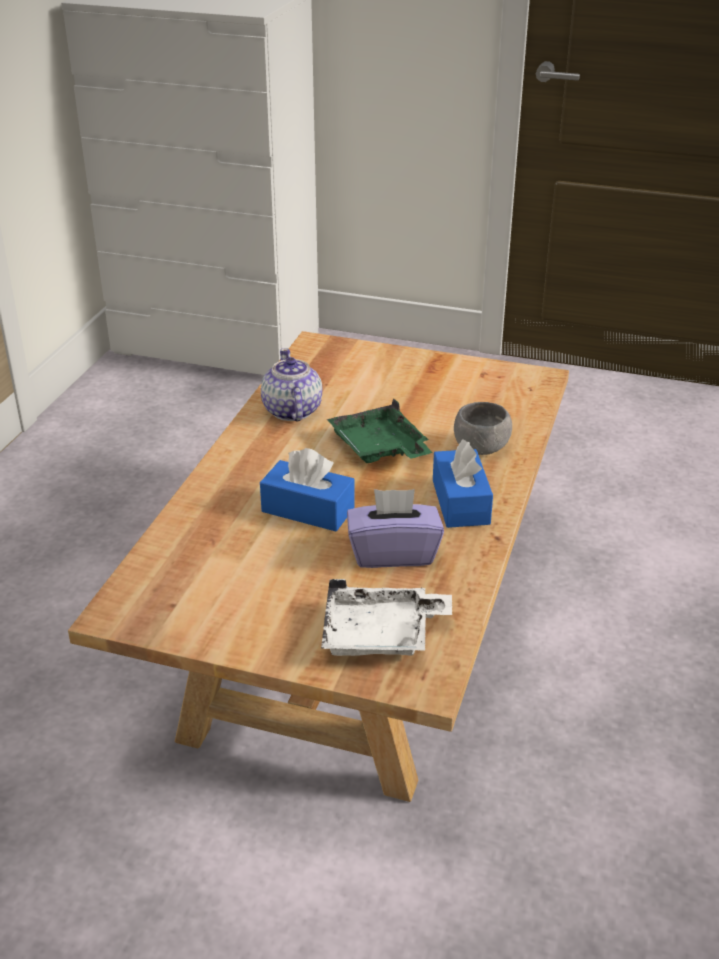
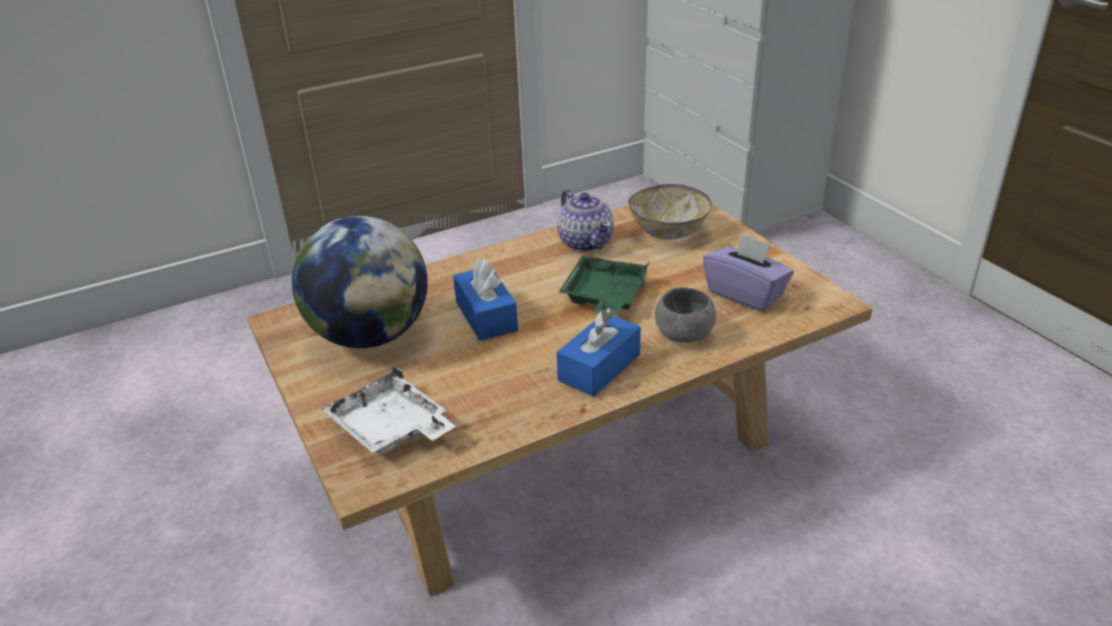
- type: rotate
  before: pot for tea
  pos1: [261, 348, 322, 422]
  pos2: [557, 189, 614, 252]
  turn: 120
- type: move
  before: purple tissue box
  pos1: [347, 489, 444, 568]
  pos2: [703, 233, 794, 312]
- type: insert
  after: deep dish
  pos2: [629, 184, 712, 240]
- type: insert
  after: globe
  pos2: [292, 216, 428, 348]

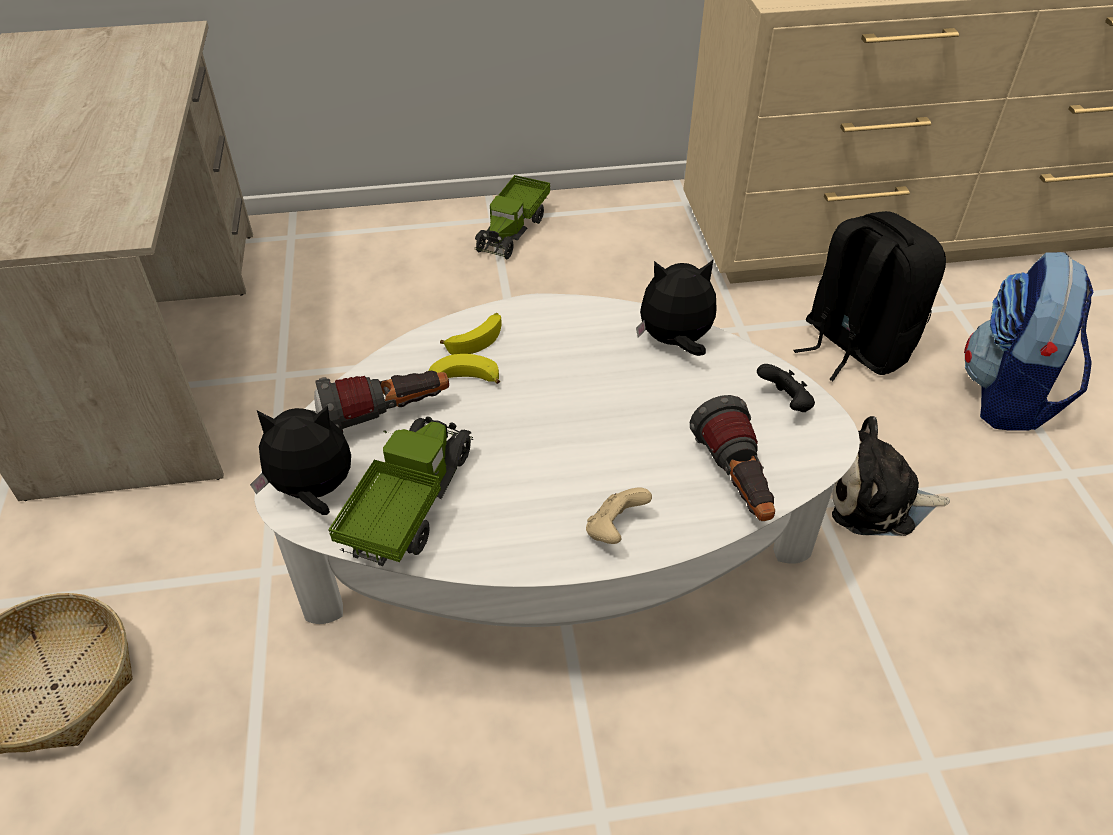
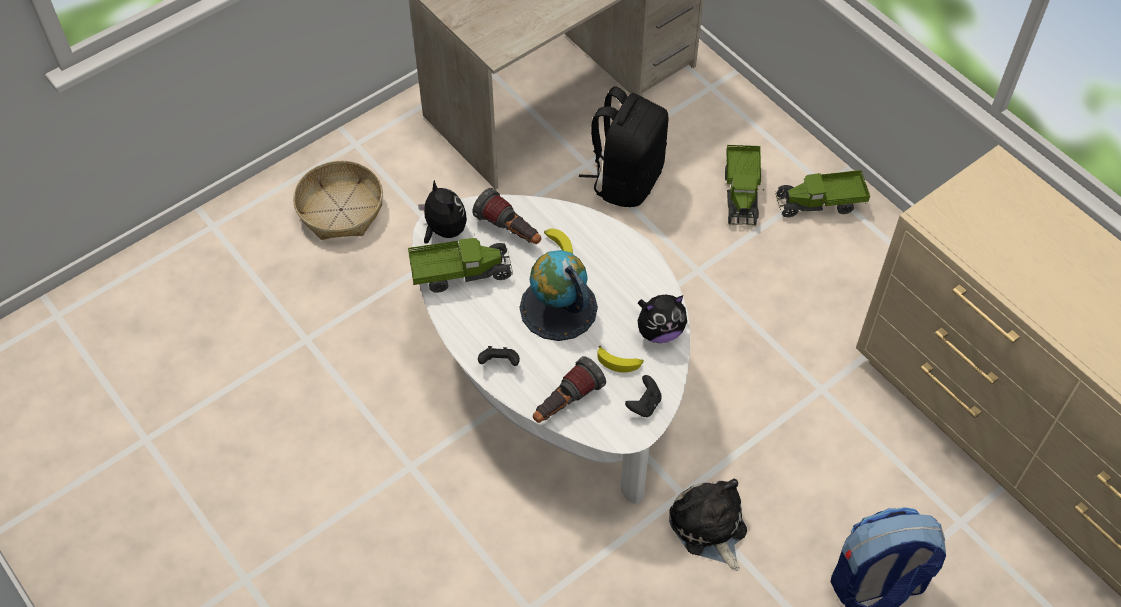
- type: move
  before: black knapsack
  pos1: [793, 211, 946, 381]
  pos2: [579, 87, 669, 207]
- type: rotate
  before: cuddly toy
  pos1: [636, 260, 717, 356]
  pos2: [637, 295, 687, 343]
  turn: 105
- type: move
  before: banana
  pos1: [440, 313, 502, 355]
  pos2: [597, 346, 644, 373]
- type: recolor
  before: beige-coloured gamepad
  after: black gamepad
  pos1: [586, 487, 652, 544]
  pos2: [478, 346, 520, 366]
- type: insert
  after: model truck
  pos2: [725, 145, 764, 226]
- type: insert
  after: globe
  pos2: [520, 250, 598, 341]

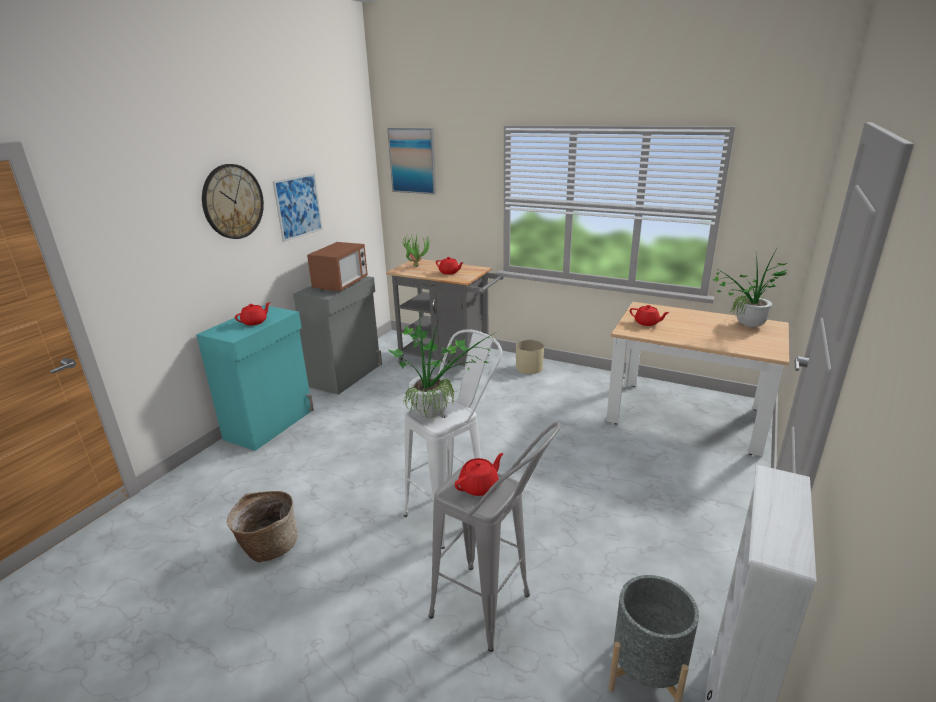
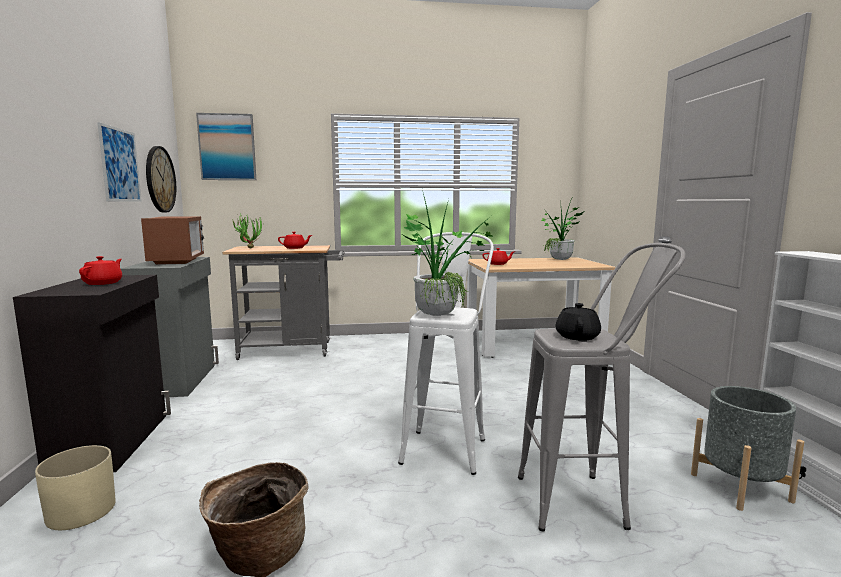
- type: move
  before: hanging clock
  pos1: [202, 164, 264, 239]
  pos2: [146, 146, 176, 213]
- type: recolor
  before: blue-green cupboard
  after: black cupboard
  pos1: [196, 305, 314, 451]
  pos2: [13, 275, 171, 472]
- type: move
  before: beige-coloured flower pot
  pos1: [516, 340, 544, 374]
  pos2: [35, 445, 116, 530]
- type: recolor
  before: red-coloured pot for tea
  after: black pot for tea
  pos1: [455, 453, 503, 496]
  pos2: [556, 303, 601, 341]

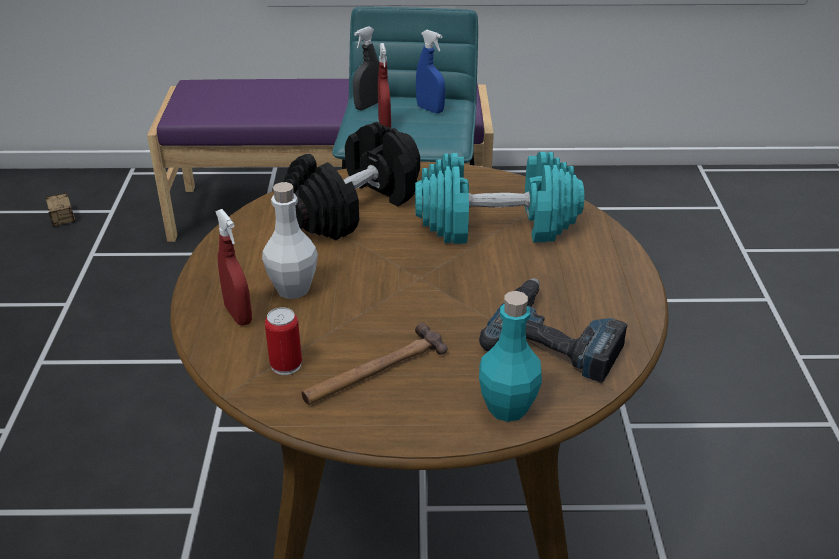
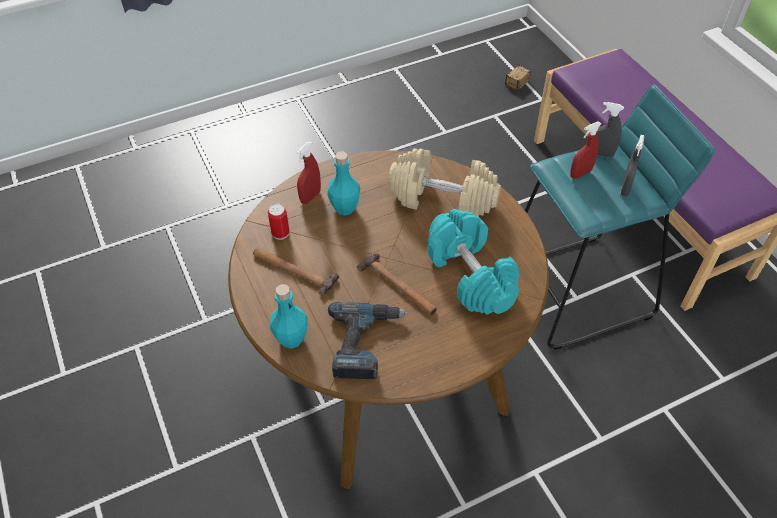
- type: recolor
  before: blue spray bottle
  after: grey spray bottle
  pos1: [416, 30, 445, 114]
  pos2: [620, 135, 644, 196]
- type: recolor
  before: black free weight
  after: beige-coloured free weight
  pos1: [283, 122, 420, 240]
  pos2: [388, 149, 501, 217]
- type: recolor
  before: white bottle
  after: blue-green bottle
  pos1: [262, 182, 318, 299]
  pos2: [327, 151, 360, 216]
- type: insert
  after: hammer
  pos2: [357, 253, 437, 315]

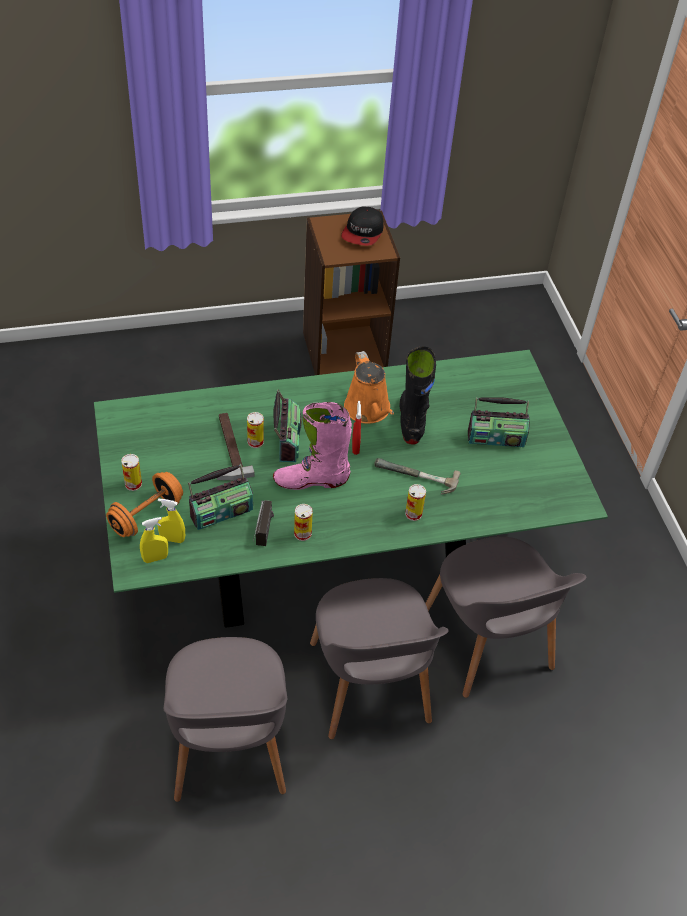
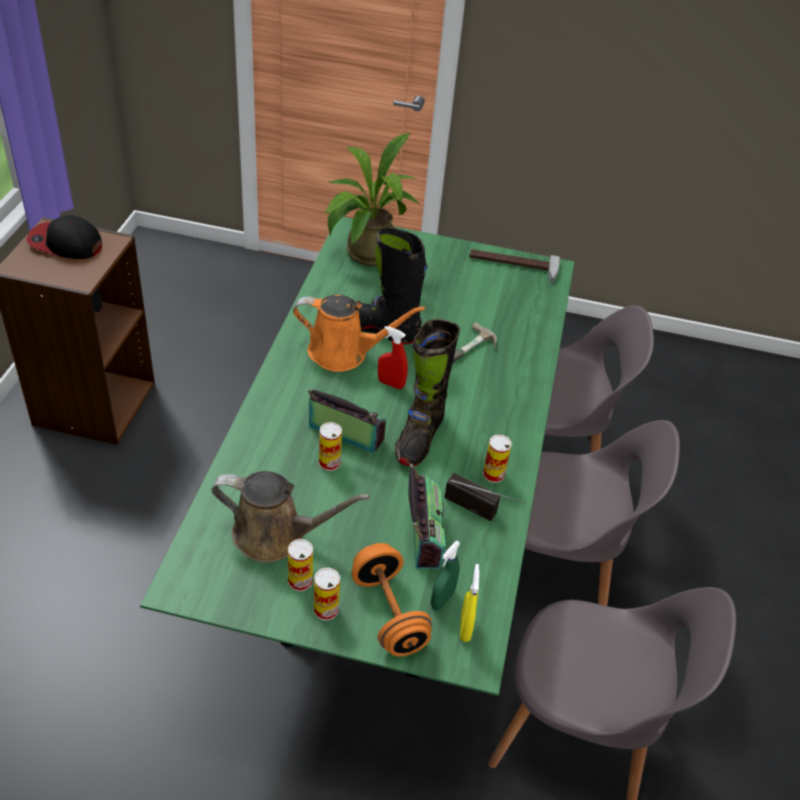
- type: rotate
  before: cap
  pos1: [341, 206, 384, 246]
  pos2: [26, 215, 102, 259]
  turn: 150
- type: delete
  before: radio
  pos1: [468, 397, 530, 447]
- type: recolor
  before: pinkish tall boot
  after: black tall boot
  pos1: [273, 402, 352, 490]
  pos2: [395, 319, 460, 466]
- type: move
  before: hammer
  pos1: [217, 413, 255, 480]
  pos2: [469, 249, 560, 284]
- type: move
  before: metal can
  pos1: [405, 484, 426, 521]
  pos2: [288, 539, 313, 591]
- type: recolor
  before: yellowish spray bottle
  after: green-coloured spray bottle
  pos1: [157, 498, 185, 543]
  pos2: [431, 541, 460, 610]
- type: insert
  after: plant in a pot
  pos2: [324, 133, 420, 266]
- type: insert
  after: brown-coloured watering can
  pos2: [211, 471, 370, 563]

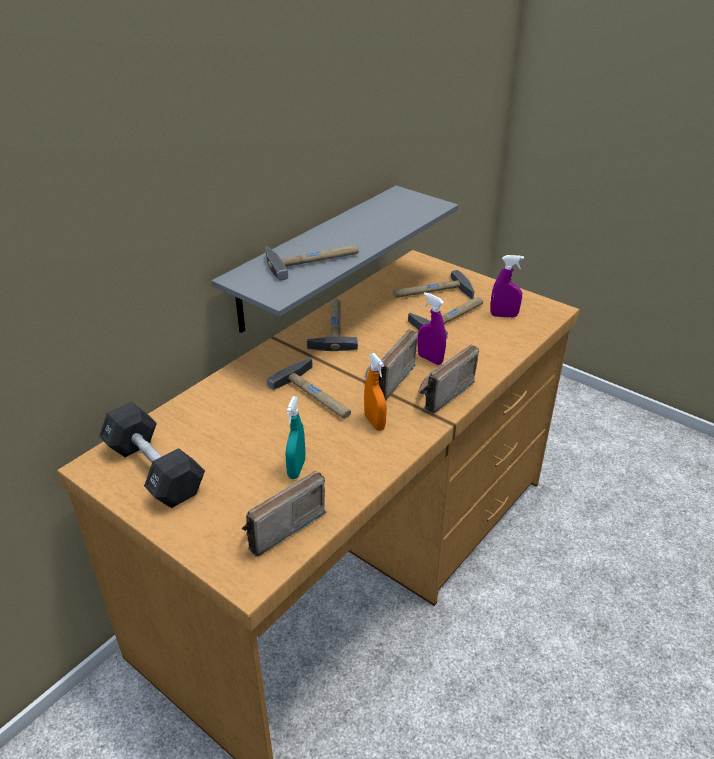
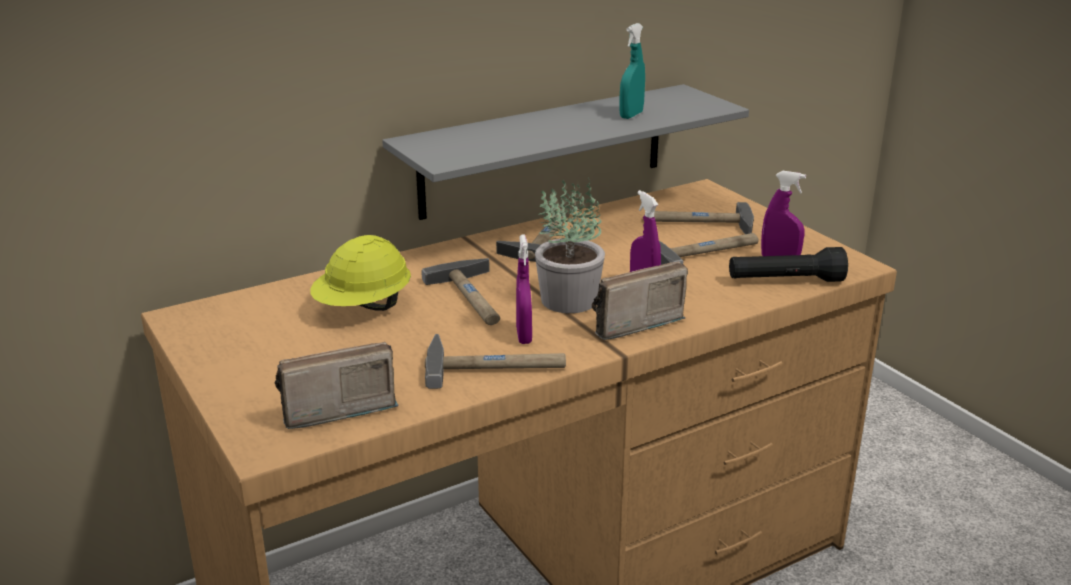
- type: move
  before: hammer
  pos1: [265, 245, 359, 281]
  pos2: [425, 334, 566, 389]
- type: replace
  before: radio
  after: plant in a pot
  pos1: [365, 329, 418, 401]
  pos2: [535, 177, 605, 313]
- type: recolor
  before: orange-coloured spray bottle
  after: purple spray bottle
  pos1: [364, 353, 387, 431]
  pos2: [516, 234, 532, 344]
- type: move
  before: blue-green spray bottle
  pos1: [286, 396, 305, 479]
  pos2: [619, 23, 645, 119]
- type: delete
  before: black free weight
  pos1: [99, 402, 205, 508]
- type: insert
  after: yellowish safety helmet
  pos2: [310, 235, 411, 311]
- type: insert
  after: black torch
  pos2: [729, 247, 848, 282]

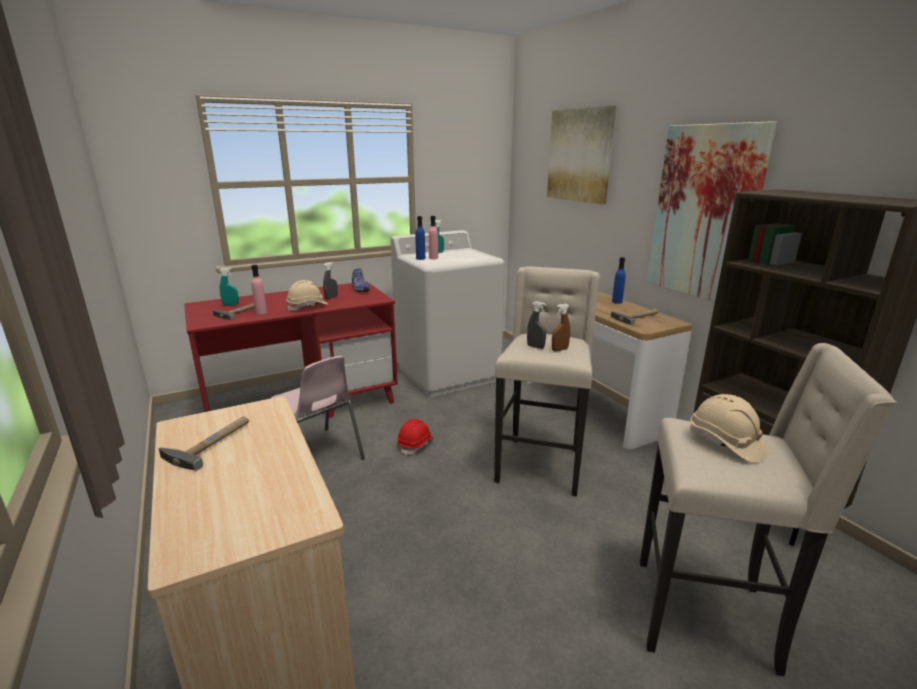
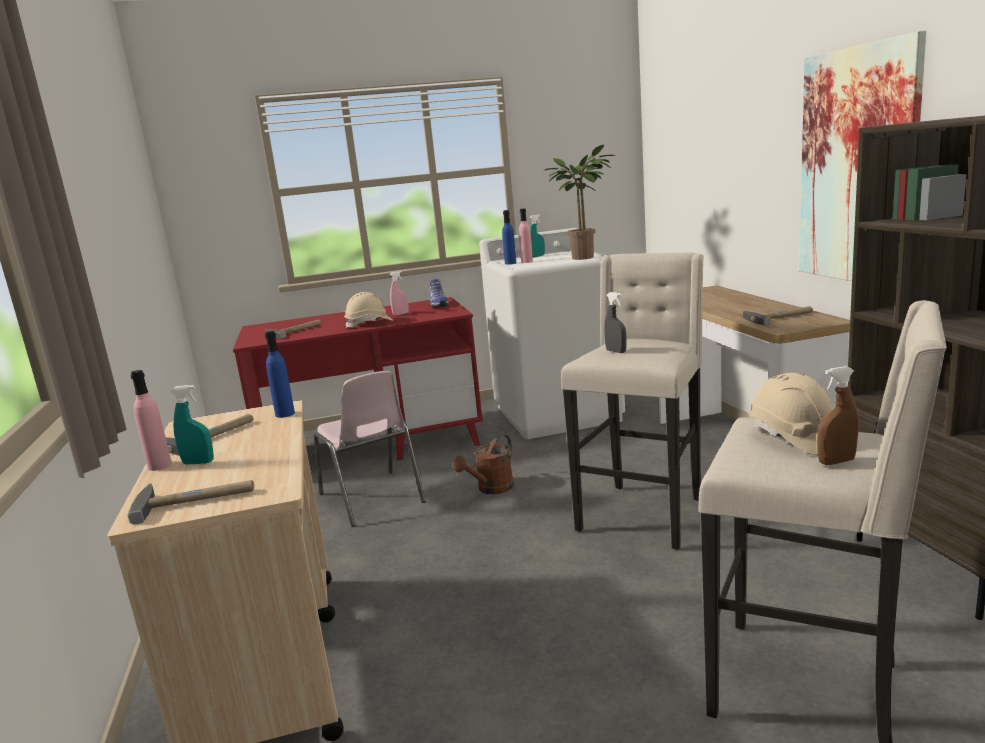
- type: delete
  before: picture
  pos1: [547, 105, 616, 204]
- type: move
  before: blue bottle
  pos1: [612, 257, 626, 304]
  pos2: [265, 331, 295, 418]
- type: recolor
  before: grey spray bottle
  after: pinkish spray bottle
  pos1: [323, 262, 338, 299]
  pos2: [390, 270, 409, 316]
- type: move
  before: pinkish bottle
  pos1: [251, 265, 267, 315]
  pos2: [131, 370, 172, 471]
- type: move
  before: blue-green spray bottle
  pos1: [219, 268, 239, 305]
  pos2: [170, 385, 214, 464]
- type: move
  before: brown-coloured spray bottle
  pos1: [552, 304, 570, 351]
  pos2: [817, 366, 858, 465]
- type: replace
  before: red-coloured safety helmet
  after: brown-coloured watering can
  pos1: [397, 419, 433, 456]
  pos2: [453, 434, 514, 494]
- type: insert
  after: plant in a pot
  pos2: [545, 145, 615, 260]
- type: insert
  after: hammer
  pos2: [127, 480, 254, 524]

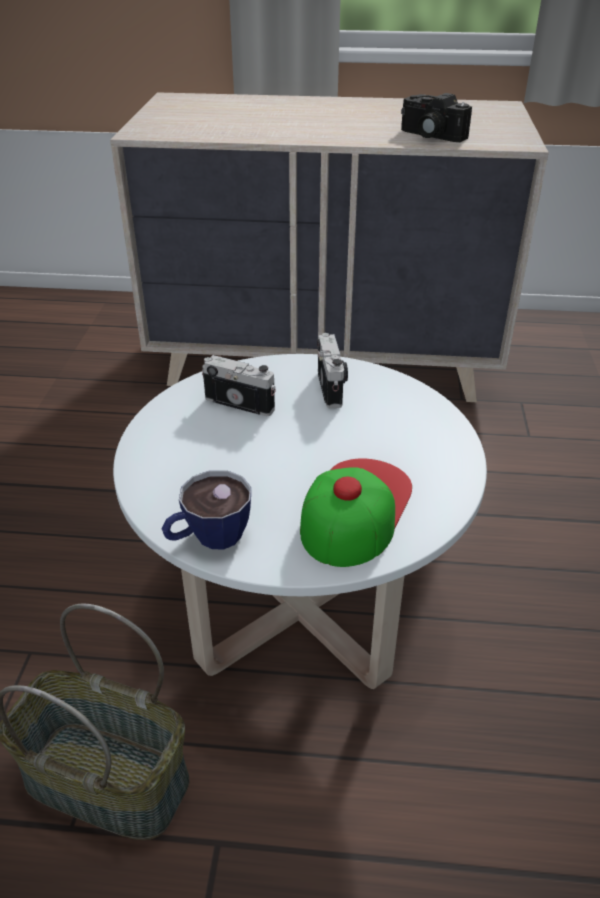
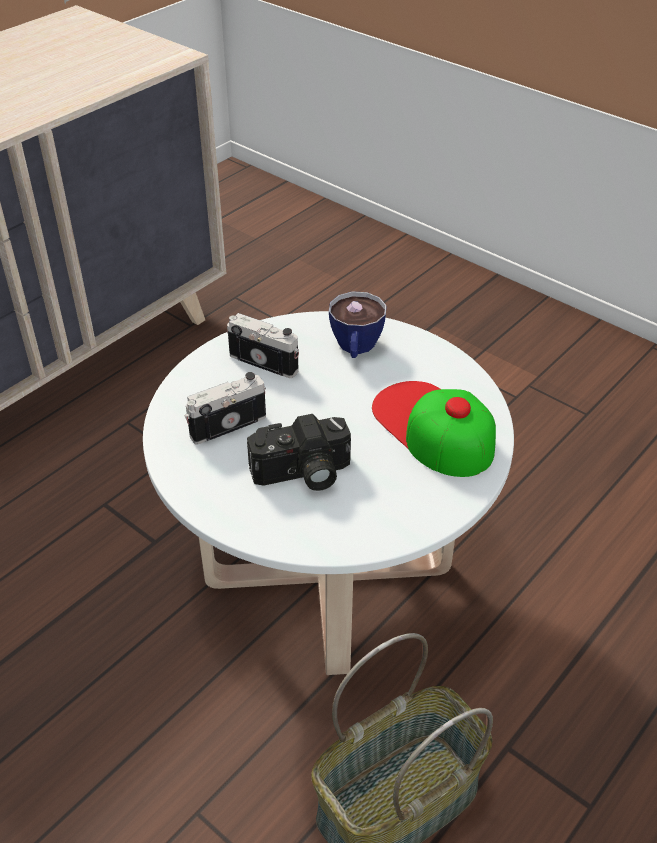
- type: move
  before: photo camera
  pos1: [401, 93, 472, 142]
  pos2: [247, 414, 351, 491]
- type: move
  before: cup
  pos1: [162, 470, 251, 549]
  pos2: [329, 291, 387, 358]

